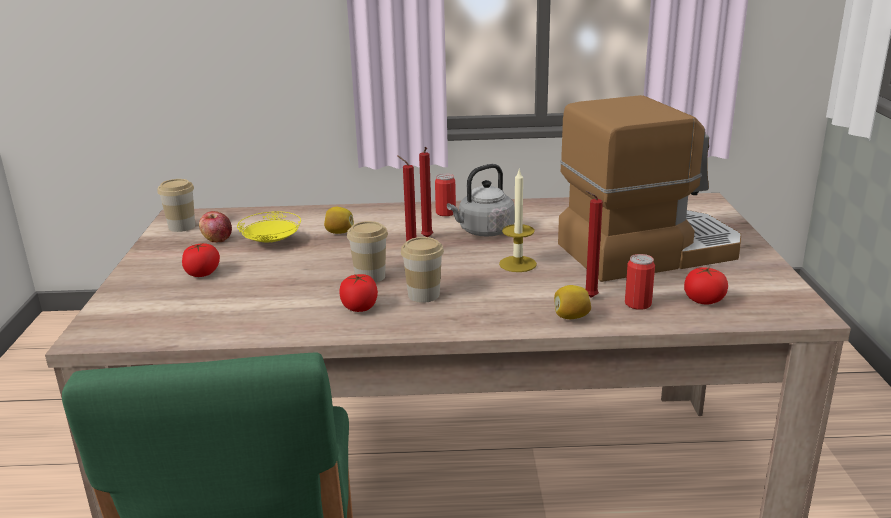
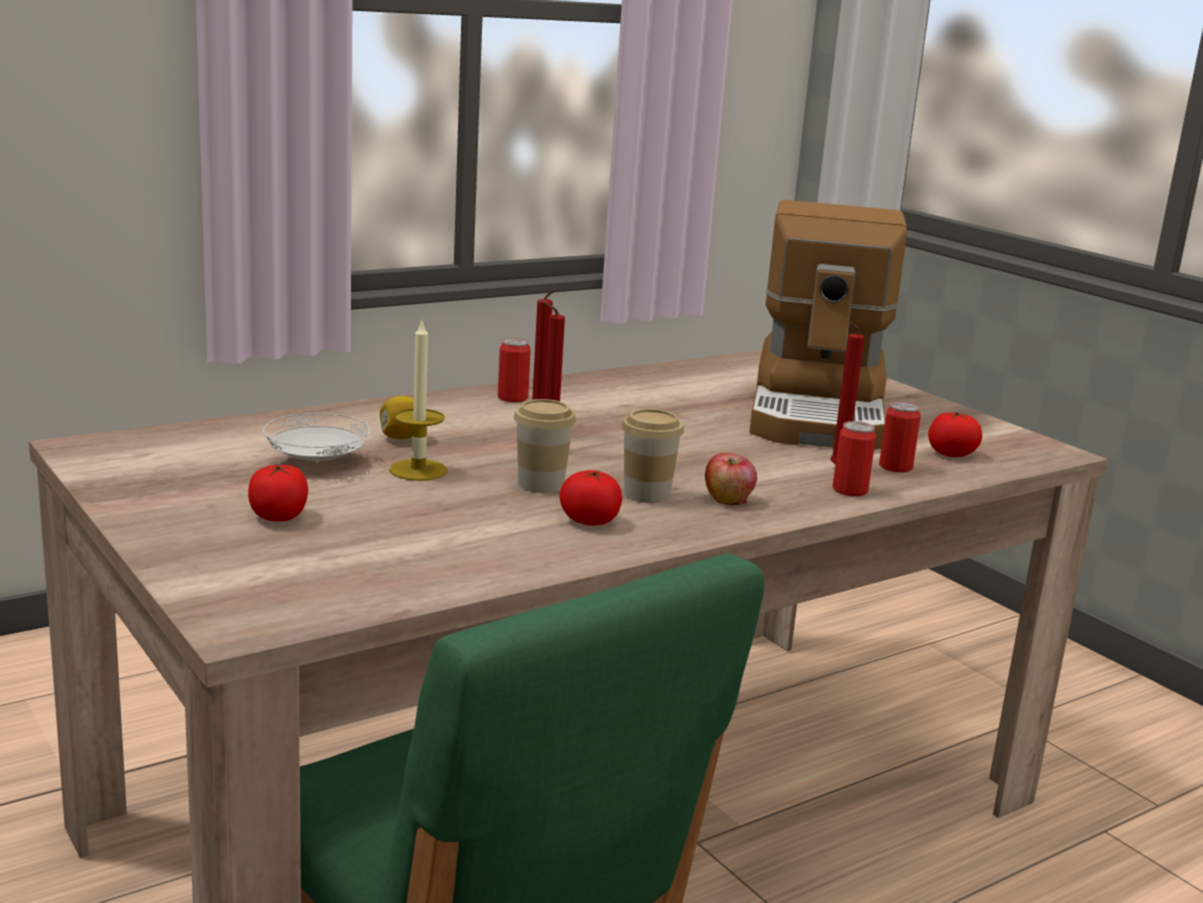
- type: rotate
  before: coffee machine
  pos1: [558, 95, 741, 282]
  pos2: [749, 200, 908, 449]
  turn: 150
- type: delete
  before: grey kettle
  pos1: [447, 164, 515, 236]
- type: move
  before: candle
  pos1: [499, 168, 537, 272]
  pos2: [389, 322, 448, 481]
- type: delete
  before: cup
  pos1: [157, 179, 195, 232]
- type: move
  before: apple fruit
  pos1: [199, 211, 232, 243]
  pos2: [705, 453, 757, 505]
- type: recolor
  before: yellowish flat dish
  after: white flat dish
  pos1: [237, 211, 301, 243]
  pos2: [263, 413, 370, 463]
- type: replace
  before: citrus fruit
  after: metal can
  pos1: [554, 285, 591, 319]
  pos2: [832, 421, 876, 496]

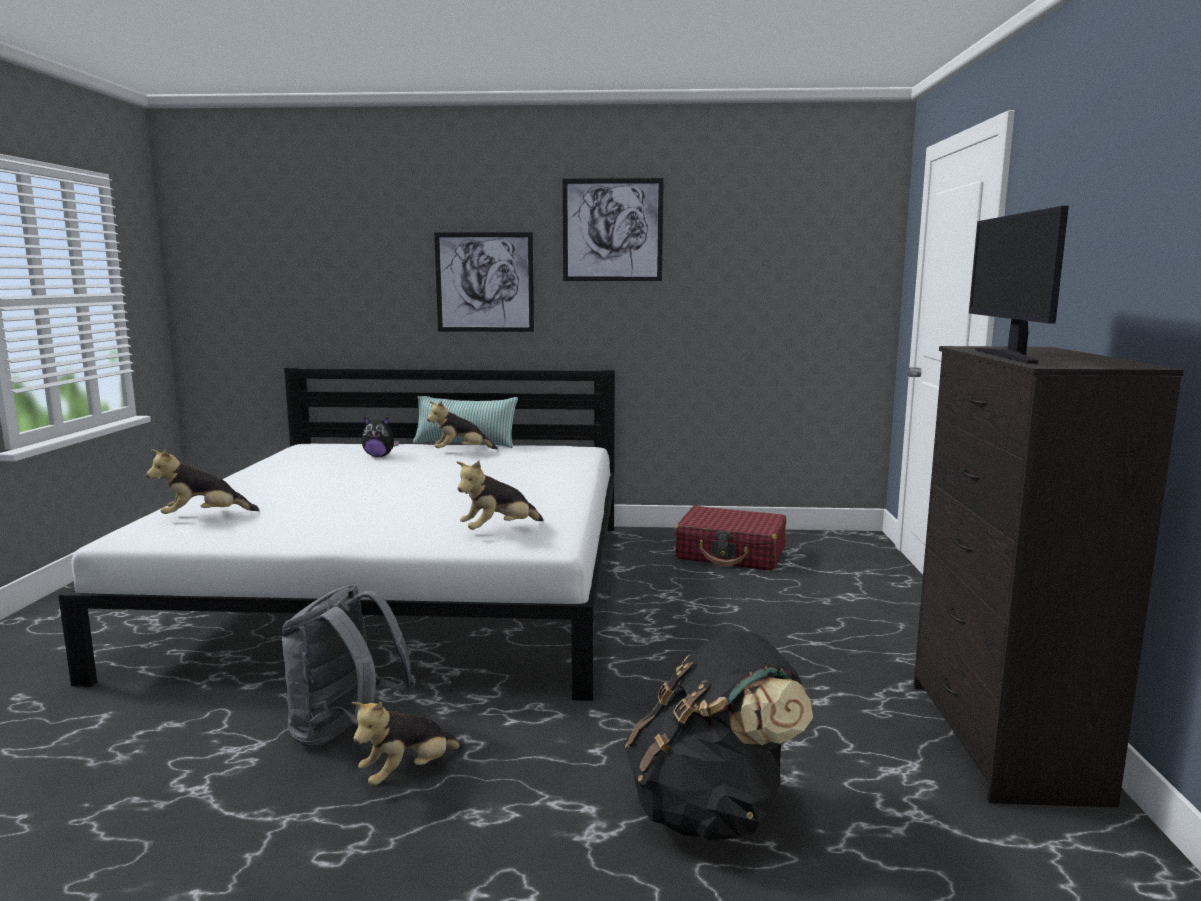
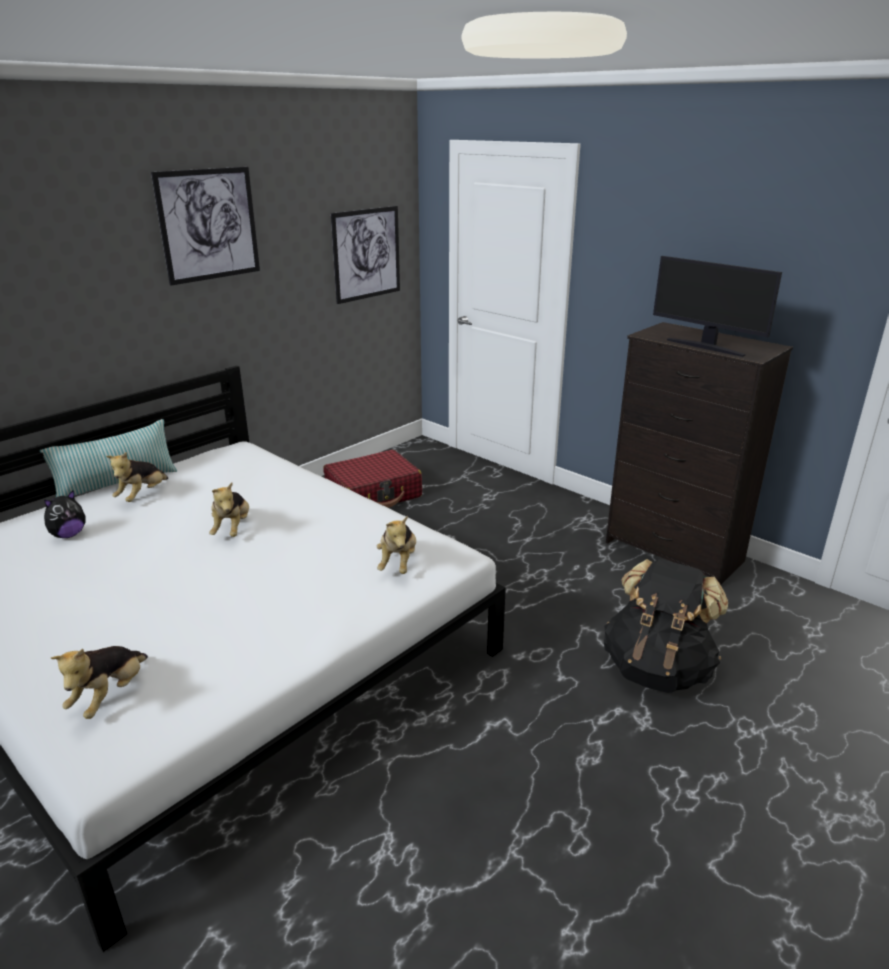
- type: move
  before: picture
  pos1: [434, 232, 534, 332]
  pos2: [331, 206, 400, 304]
- type: delete
  before: grey knapsack
  pos1: [282, 584, 416, 747]
- type: move
  before: cuddly toy
  pos1: [352, 702, 465, 786]
  pos2: [209, 483, 249, 537]

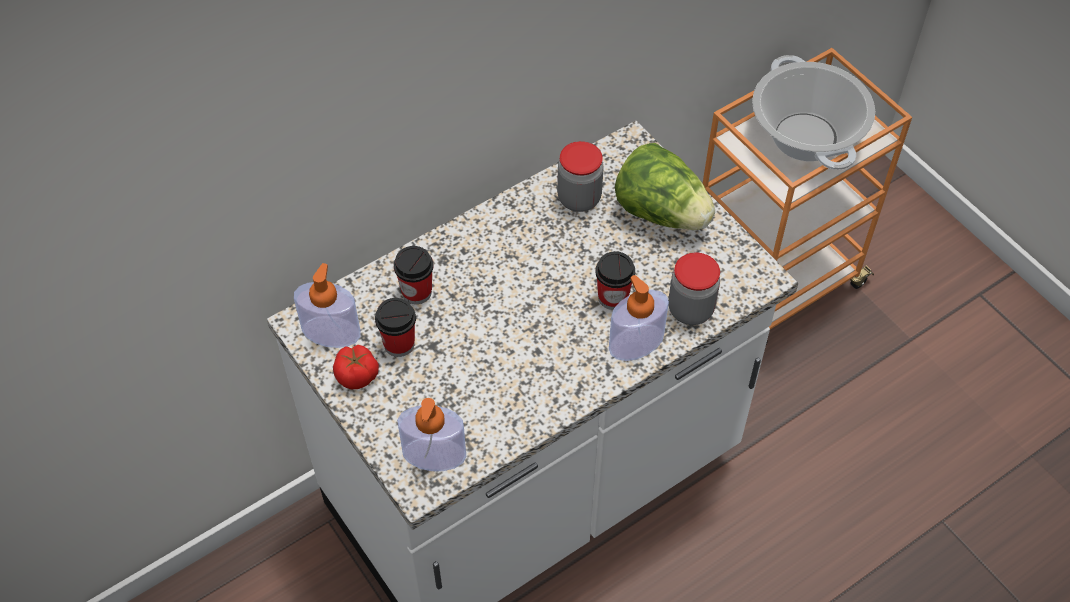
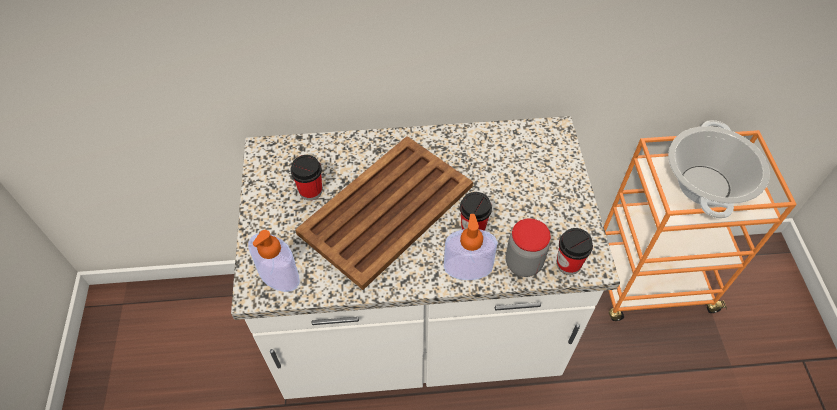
- type: delete
  before: preserve jar
  pos1: [557, 141, 604, 212]
- type: delete
  before: lettuce
  pos1: [615, 143, 715, 230]
- type: move
  before: cup
  pos1: [394, 246, 433, 304]
  pos2: [556, 228, 593, 275]
- type: delete
  before: soap dispenser
  pos1: [294, 263, 361, 348]
- type: delete
  before: fresh tomato
  pos1: [333, 345, 379, 389]
- type: insert
  after: brown-coloured carrying tray
  pos2: [295, 136, 473, 290]

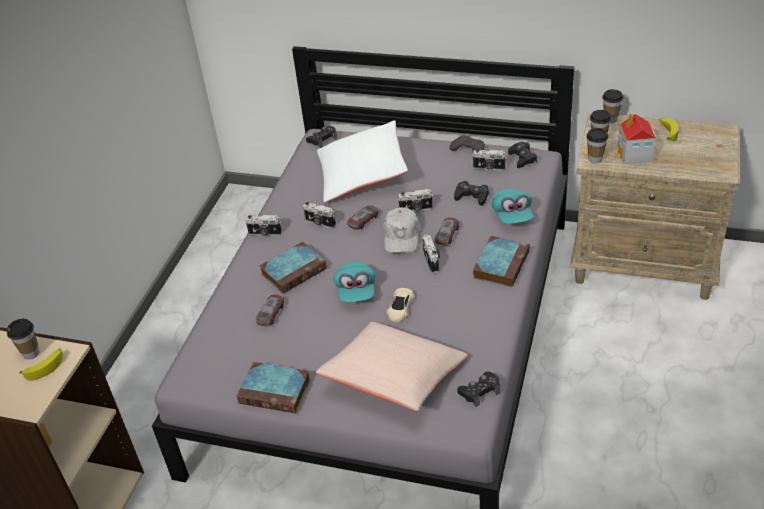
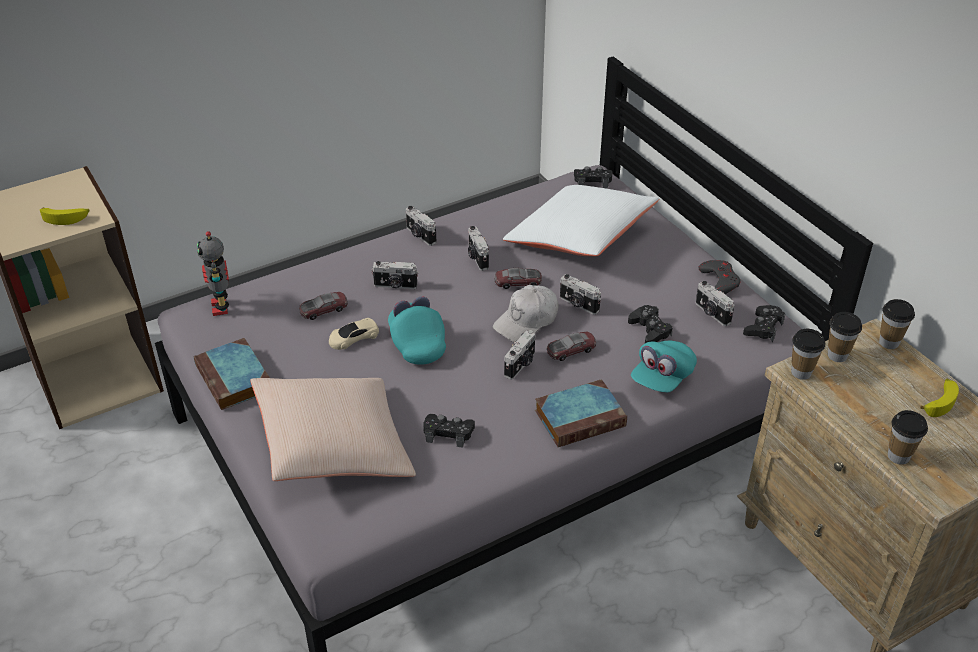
- type: delete
  before: model house
  pos1: [617, 113, 656, 164]
- type: replace
  before: book
  after: photo camera
  pos1: [259, 242, 327, 294]
  pos2: [371, 261, 418, 289]
- type: rotate
  before: blue-green cap
  pos1: [333, 262, 376, 302]
  pos2: [388, 297, 446, 365]
  turn: 120
- type: move
  before: beige-coloured model car
  pos1: [386, 288, 415, 322]
  pos2: [329, 318, 379, 350]
- type: move
  before: cup
  pos1: [7, 319, 40, 360]
  pos2: [888, 410, 928, 465]
- type: move
  before: black gamepad
  pos1: [457, 371, 500, 407]
  pos2: [423, 414, 475, 448]
- type: insert
  after: robot figure
  pos2: [197, 231, 229, 316]

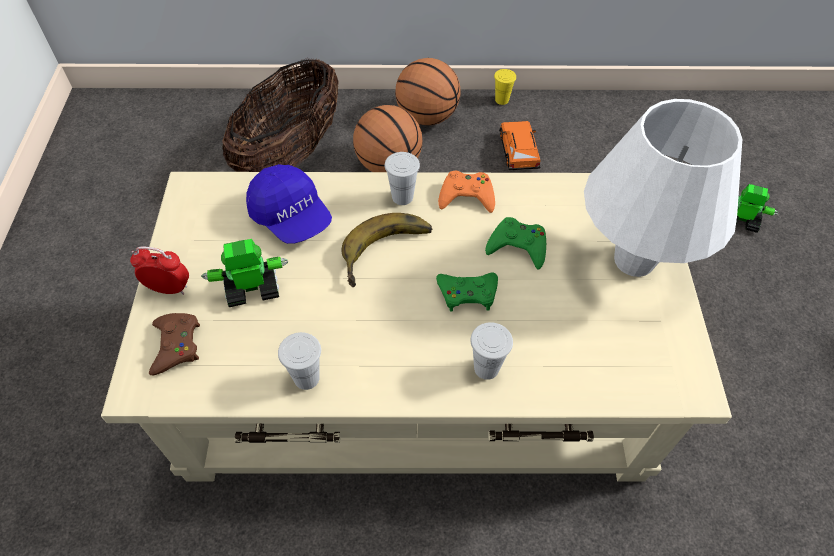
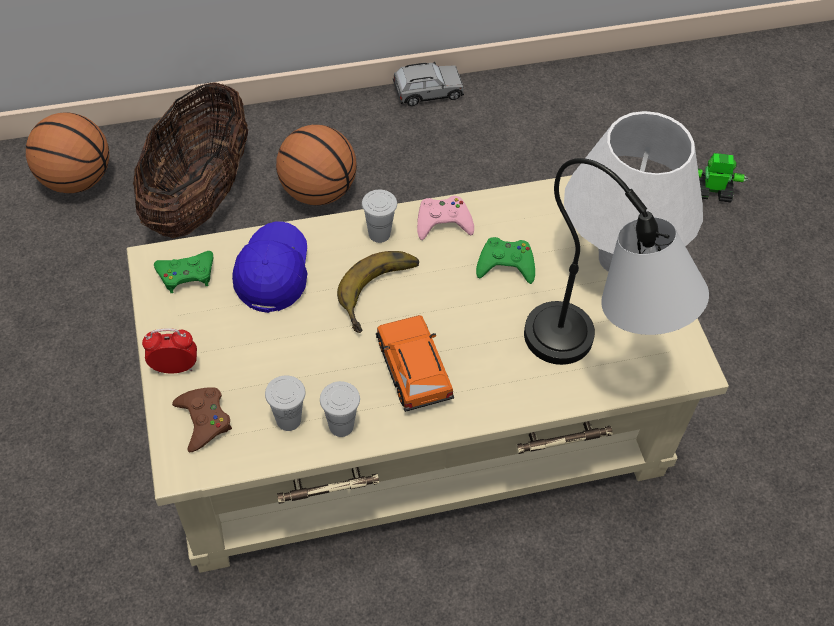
- type: move
  before: basketball
  pos1: [395, 58, 460, 126]
  pos2: [26, 112, 109, 193]
- type: replace
  before: yellowish cup
  after: grey model car
  pos1: [494, 69, 516, 105]
  pos2: [393, 62, 464, 106]
- type: move
  before: orange-coloured model car
  pos1: [499, 121, 541, 170]
  pos2: [376, 315, 454, 412]
- type: rotate
  before: blue cap
  pos1: [246, 164, 332, 244]
  pos2: [232, 222, 308, 313]
  turn: -120
- type: recolor
  before: orange-coloured gamepad
  after: pinkish gamepad
  pos1: [438, 171, 495, 213]
  pos2: [417, 196, 474, 240]
- type: delete
  before: robot figure
  pos1: [201, 239, 288, 307]
- type: move
  before: green-coloured gamepad
  pos1: [436, 272, 498, 312]
  pos2: [154, 251, 213, 293]
- type: move
  before: white cup
  pos1: [470, 322, 513, 380]
  pos2: [265, 375, 305, 431]
- type: insert
  after: tabletop lamp
  pos2: [524, 158, 709, 365]

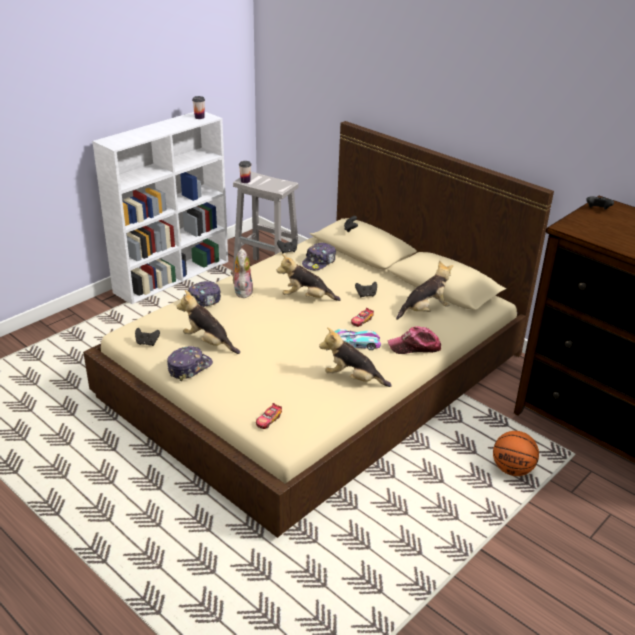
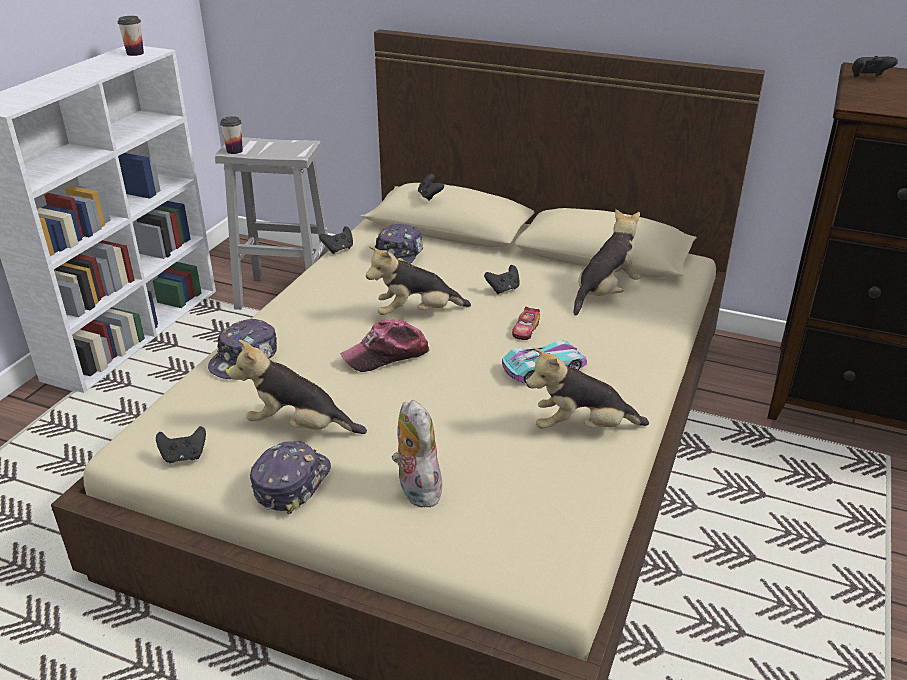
- type: move
  before: cuddly toy
  pos1: [231, 248, 253, 298]
  pos2: [392, 400, 442, 507]
- type: move
  before: cap
  pos1: [388, 326, 441, 354]
  pos2: [340, 319, 429, 372]
- type: delete
  before: model car
  pos1: [256, 403, 282, 429]
- type: delete
  before: basketball
  pos1: [493, 431, 539, 476]

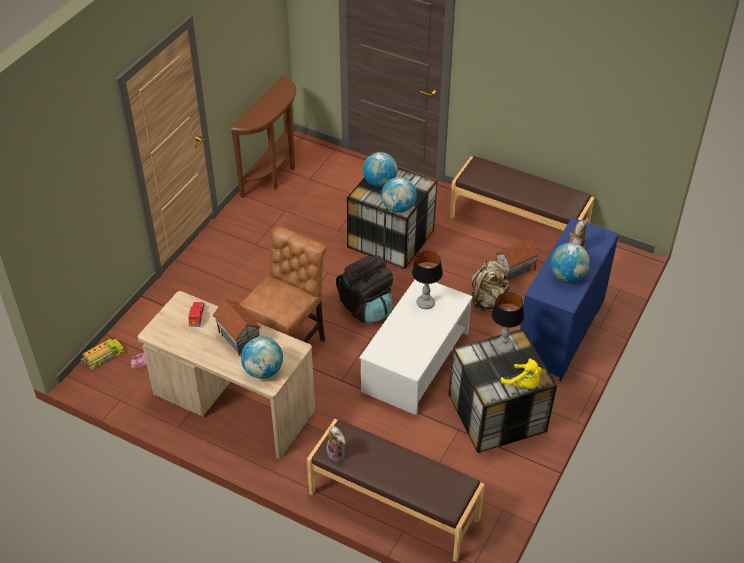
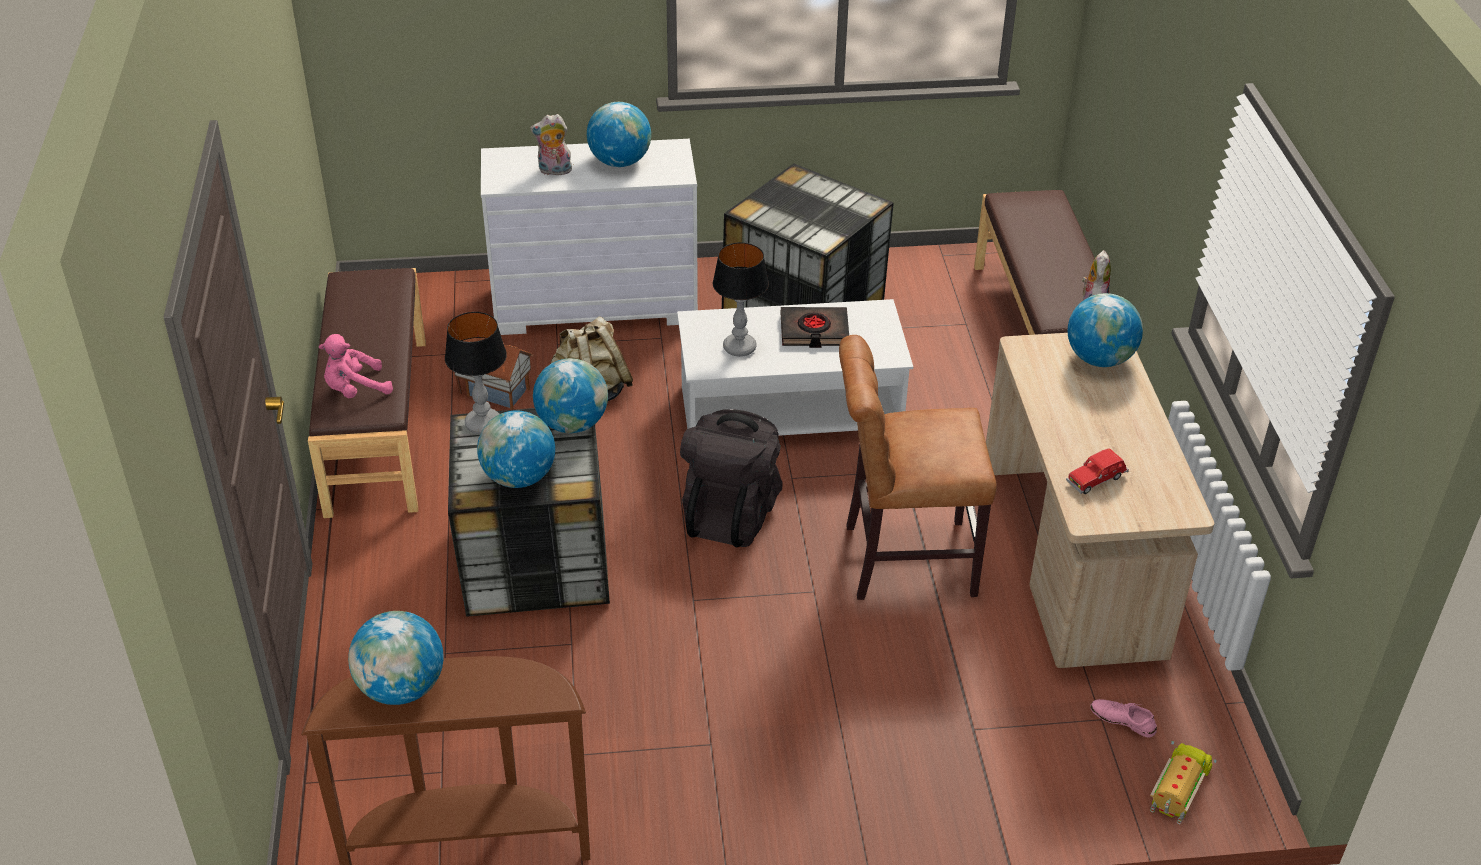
- type: recolor
  before: blue drawer chest
  after: white drawer chest
  pos1: [520, 217, 619, 382]
  pos2: [481, 139, 698, 335]
- type: move
  before: tabletop lamp
  pos1: [491, 292, 524, 353]
  pos2: [445, 312, 507, 434]
- type: delete
  before: model house
  pos1: [213, 299, 261, 356]
- type: rotate
  before: model truck
  pos1: [81, 336, 125, 370]
  pos2: [1150, 741, 1217, 824]
  turn: 105
- type: delete
  before: yellowish cuddly toy
  pos1: [500, 359, 542, 389]
- type: insert
  after: black book
  pos2: [781, 307, 849, 348]
- type: insert
  after: pinkish cuddly toy
  pos2: [319, 334, 393, 398]
- type: insert
  after: globe
  pos2: [348, 611, 444, 705]

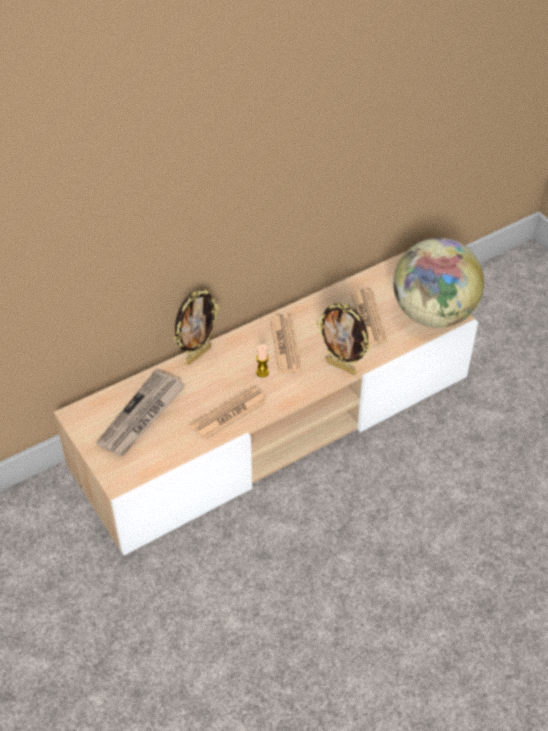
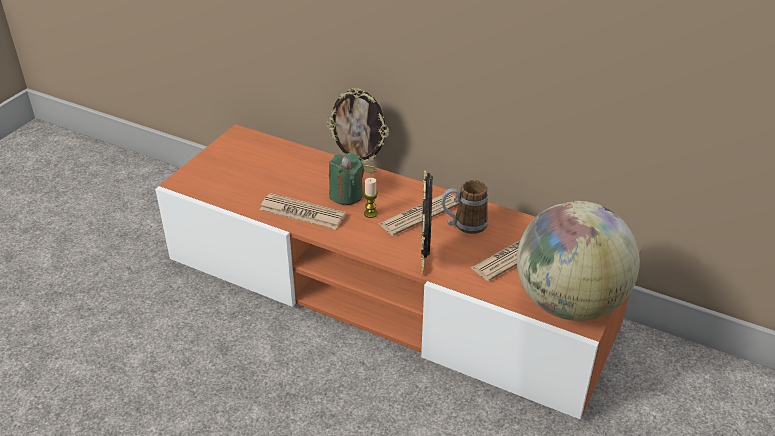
- type: recolor
  before: beige-coloured media console
  after: orange-coloured media console
  pos1: [54, 252, 478, 555]
  pos2: [155, 124, 641, 419]
- type: delete
  before: printed paper
  pos1: [96, 370, 185, 456]
- type: insert
  after: green-coloured candle
  pos2: [329, 153, 364, 205]
- type: insert
  after: mug
  pos2: [442, 180, 488, 234]

